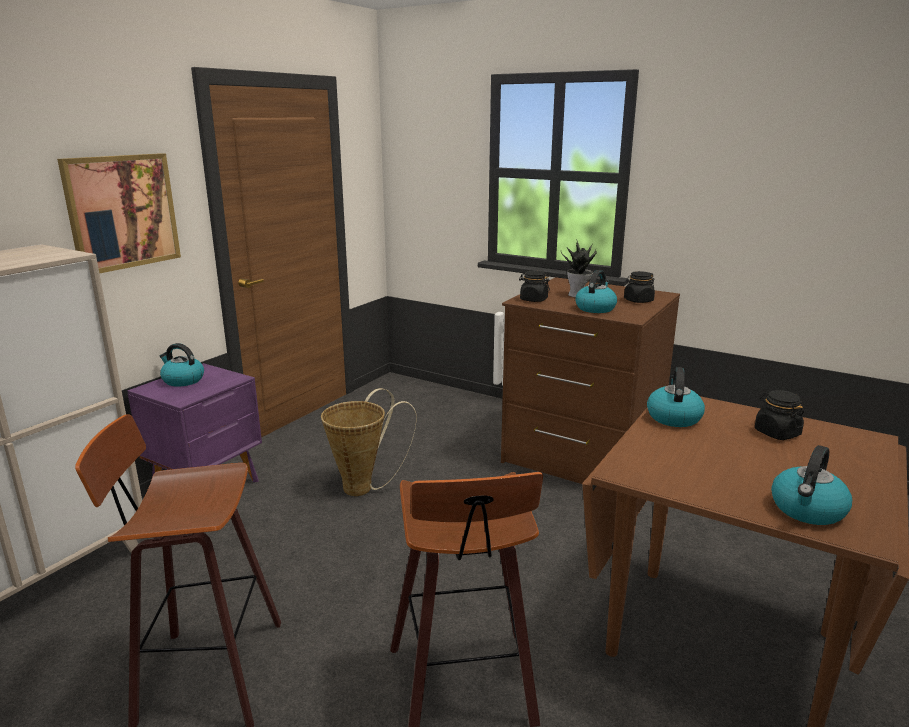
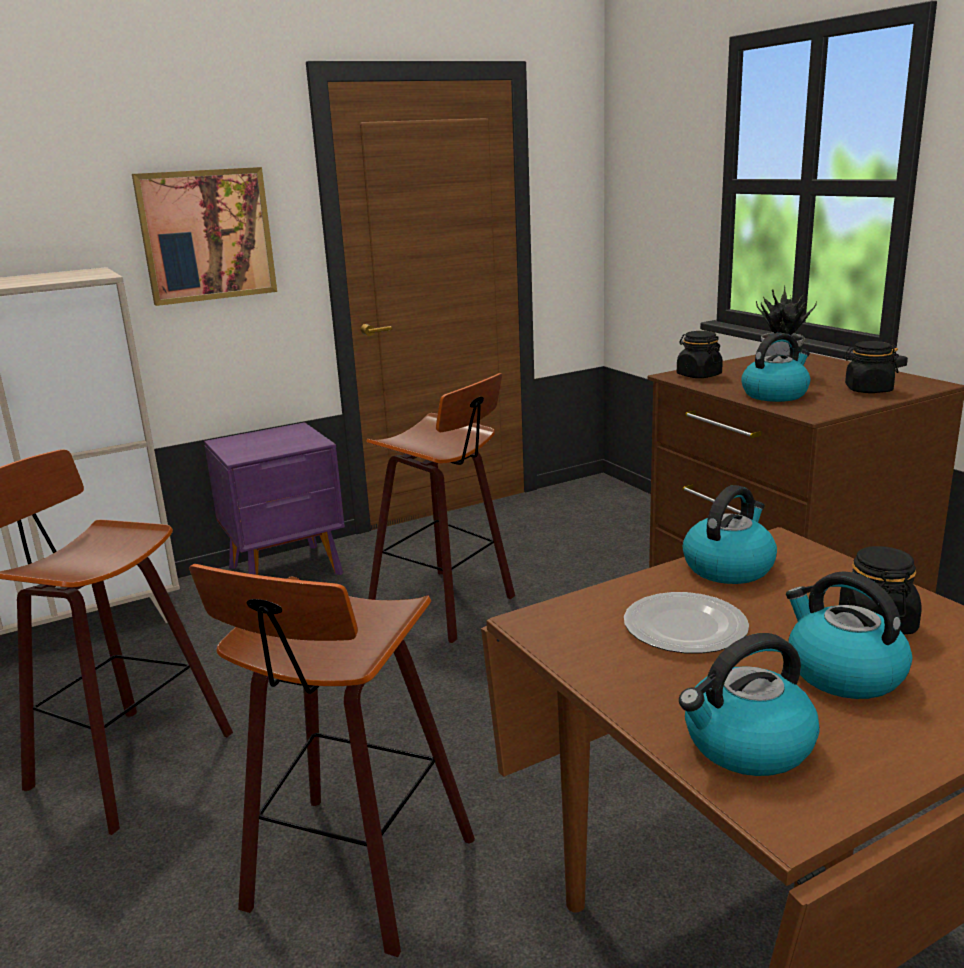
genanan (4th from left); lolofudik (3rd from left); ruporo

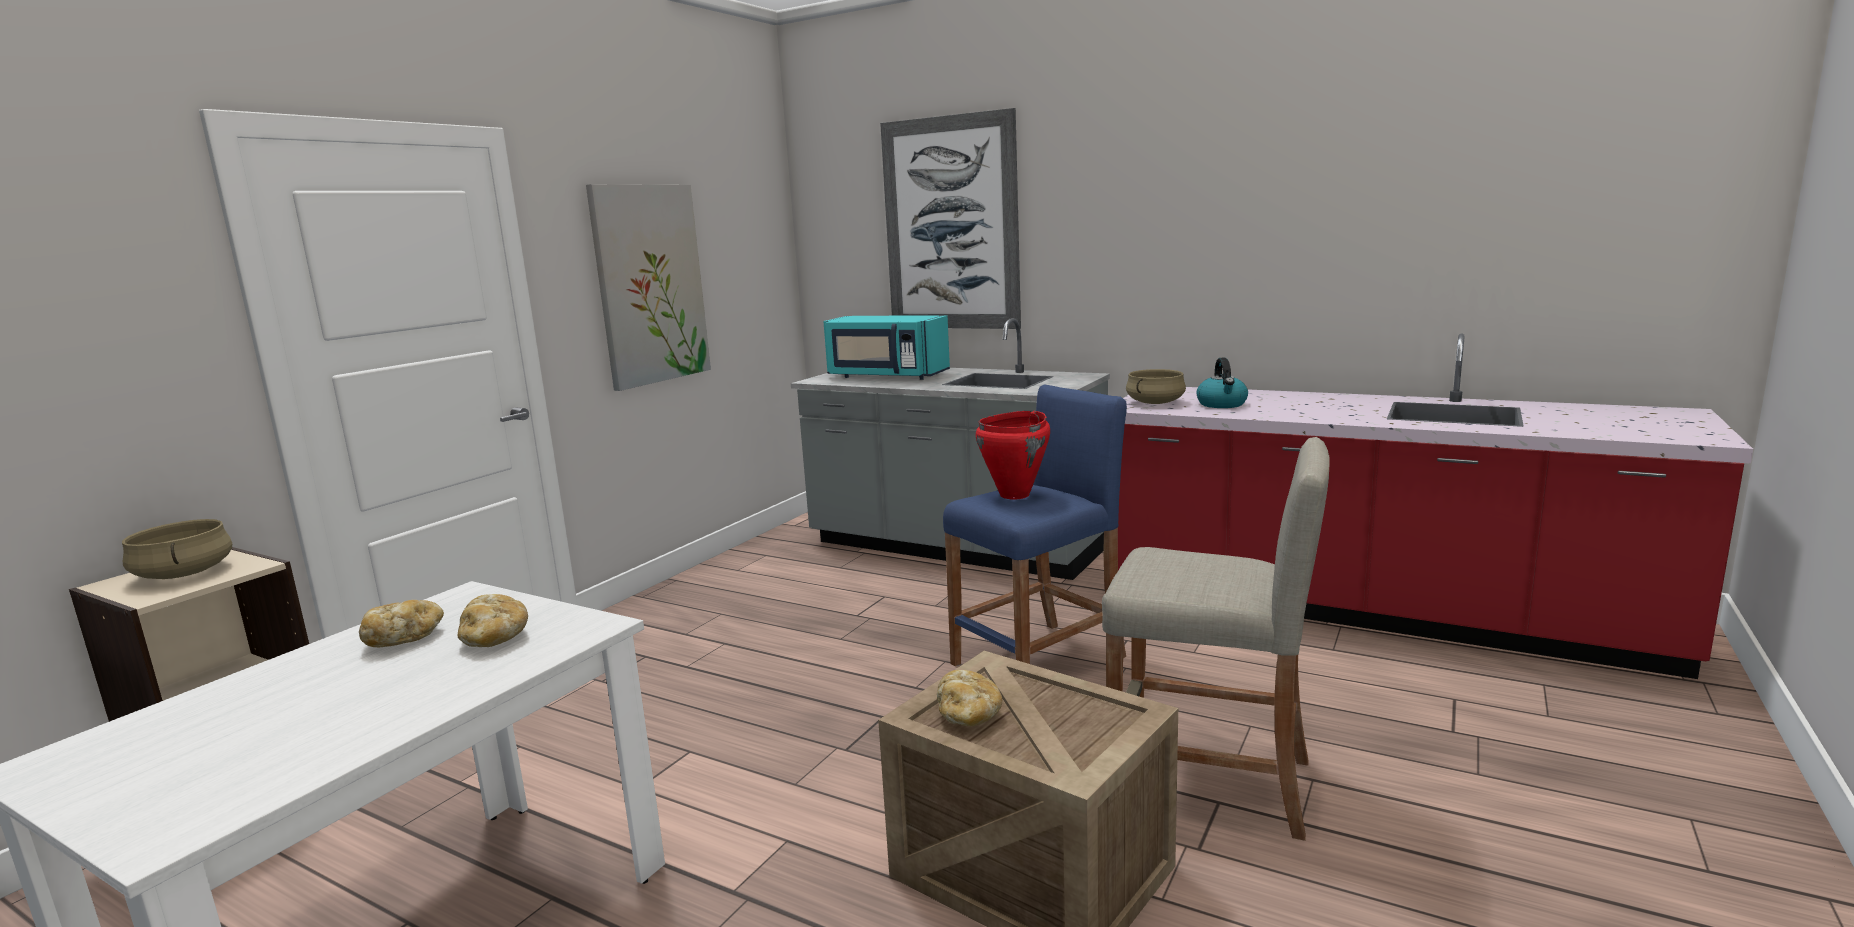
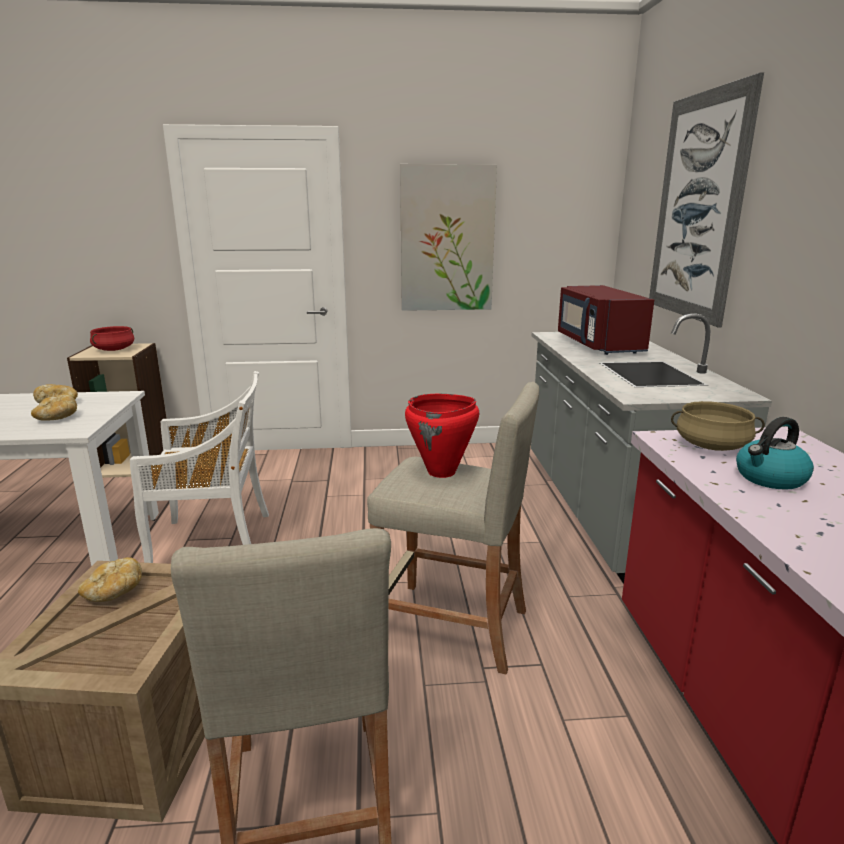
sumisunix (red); lolofudik (beige) (2nd from left); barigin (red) (1st from left); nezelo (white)

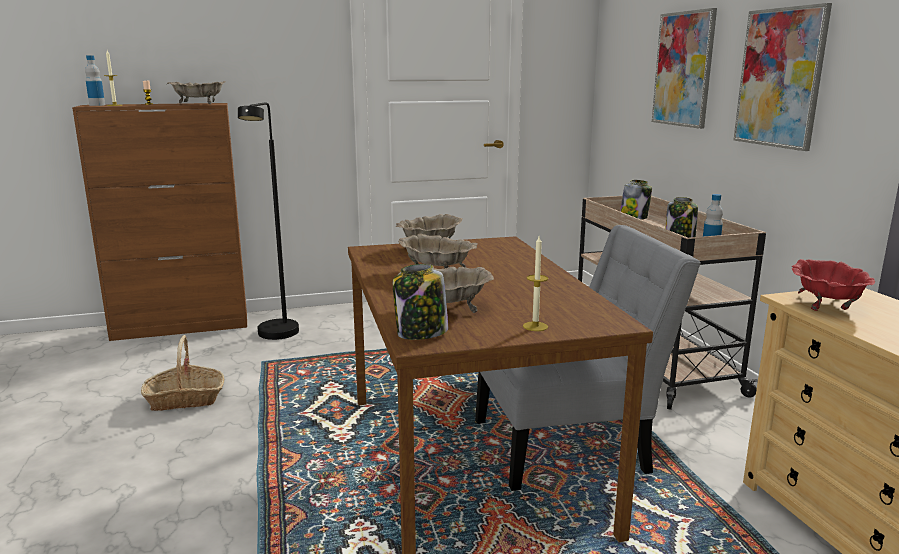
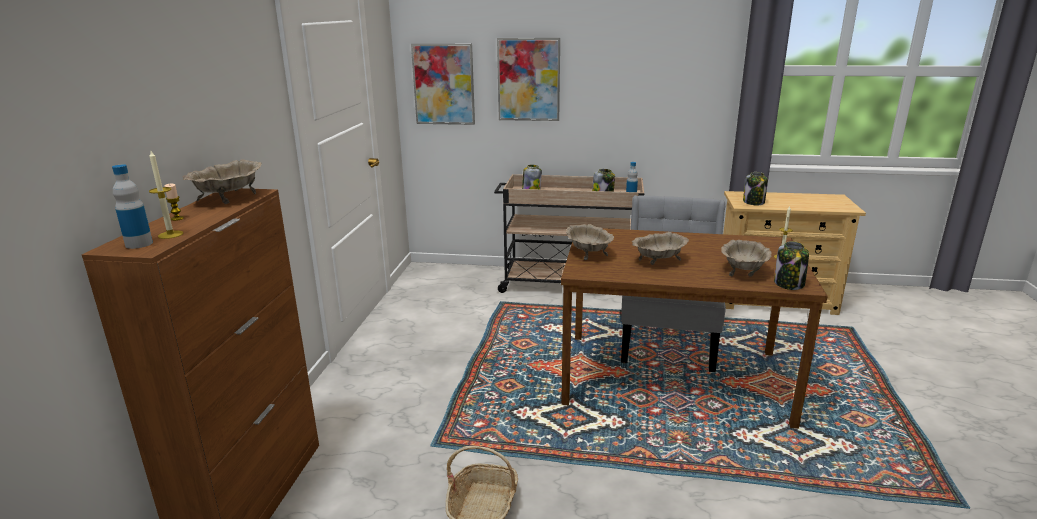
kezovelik (1st from left); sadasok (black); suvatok (3rd from left)

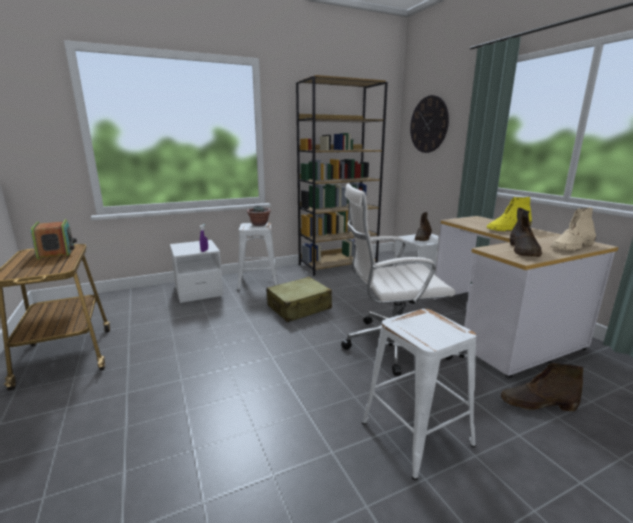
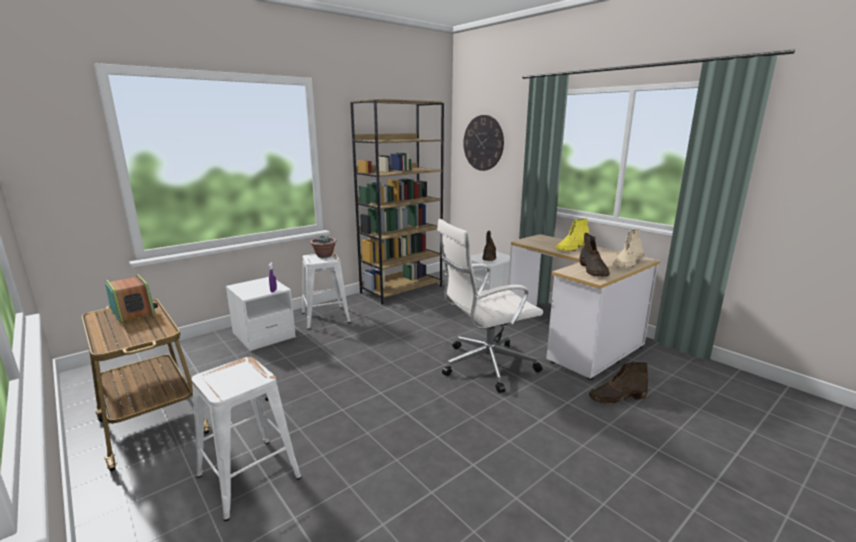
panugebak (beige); lolofudik (white) (1st from left)

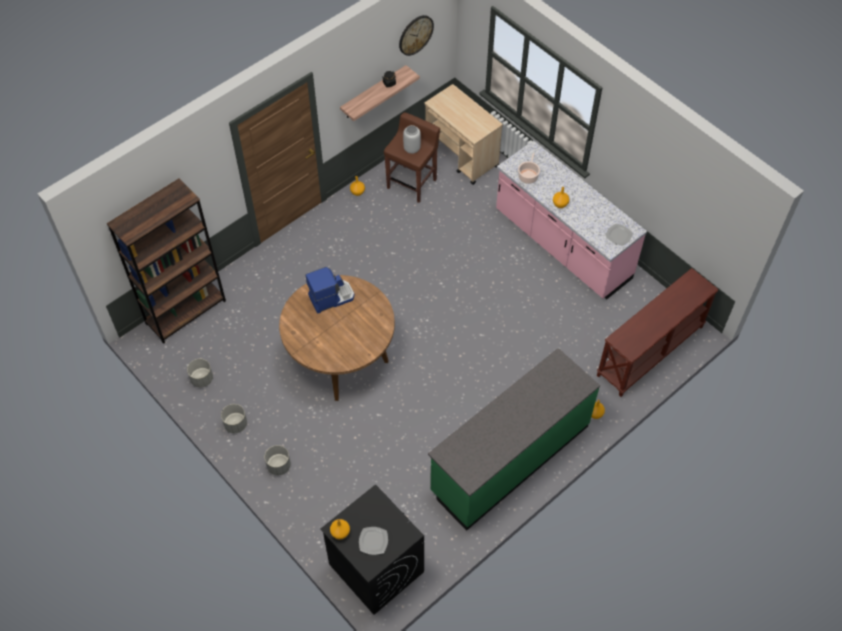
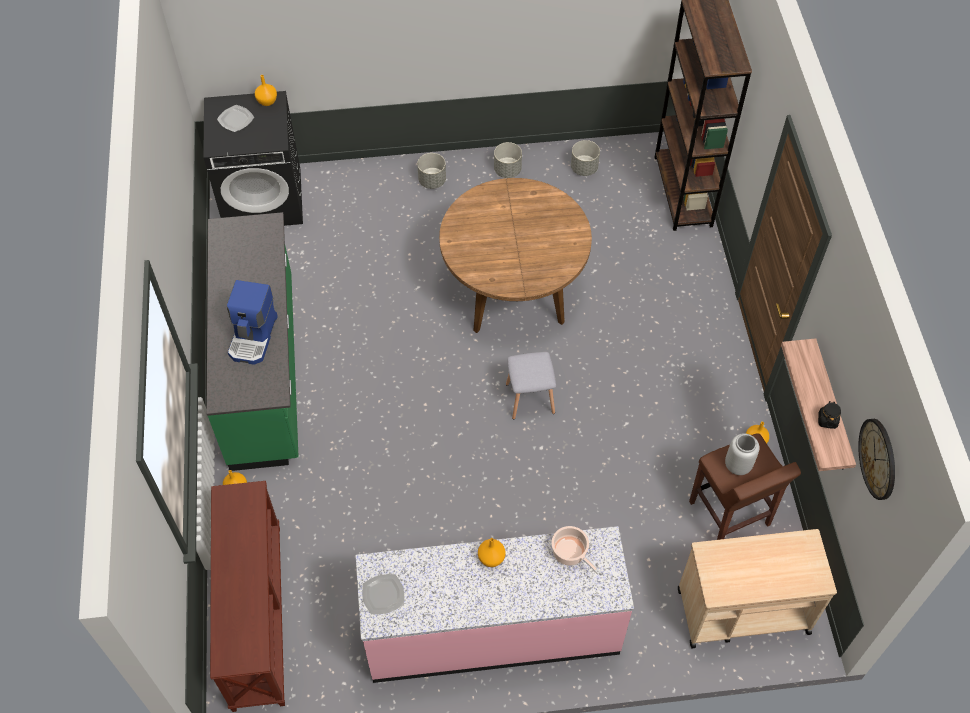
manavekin; lolofudik (grey)

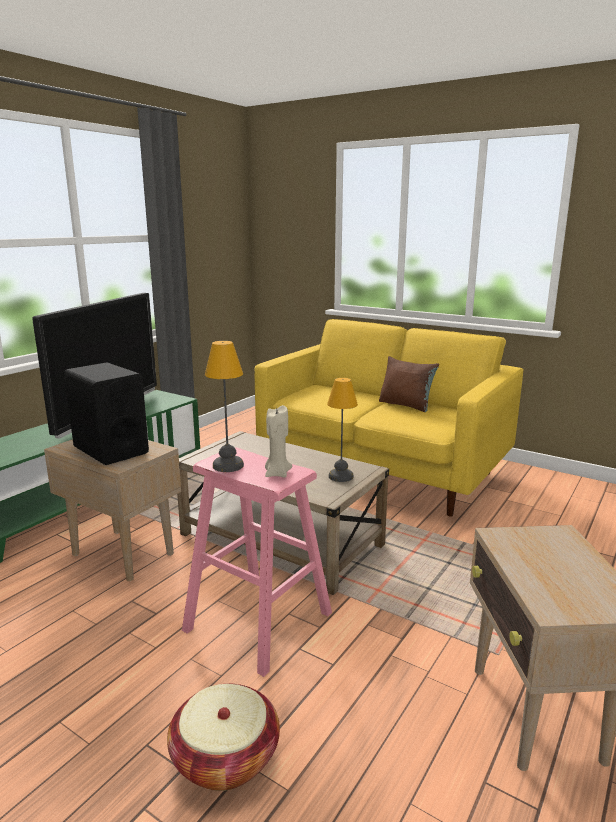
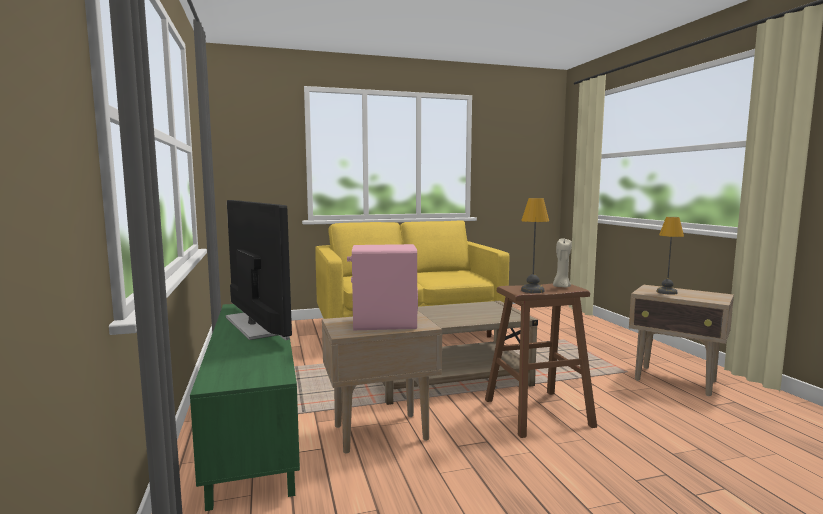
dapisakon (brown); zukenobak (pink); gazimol (2nd from left); lolofudik (brown); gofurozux

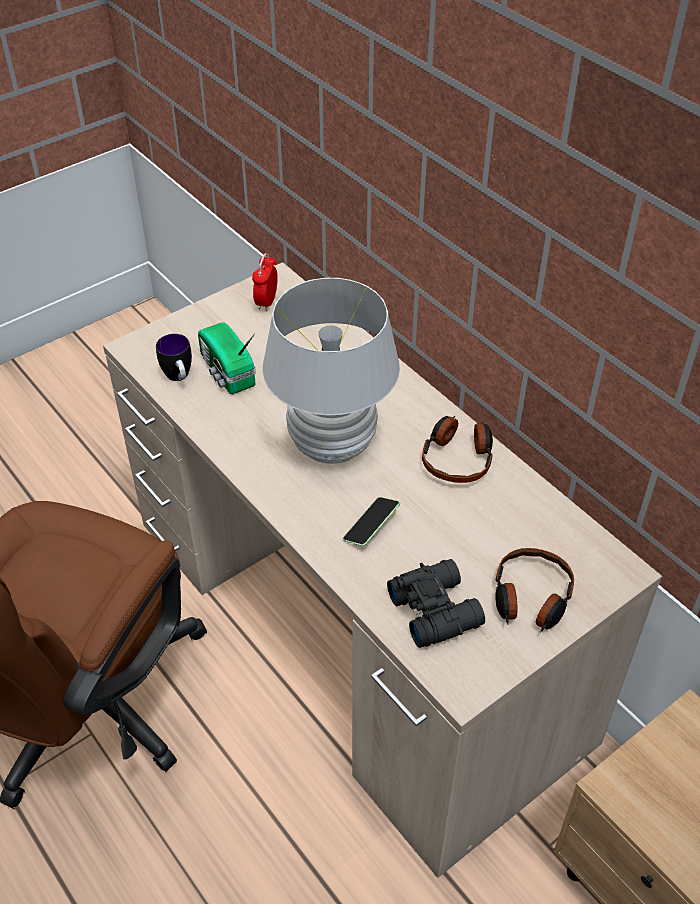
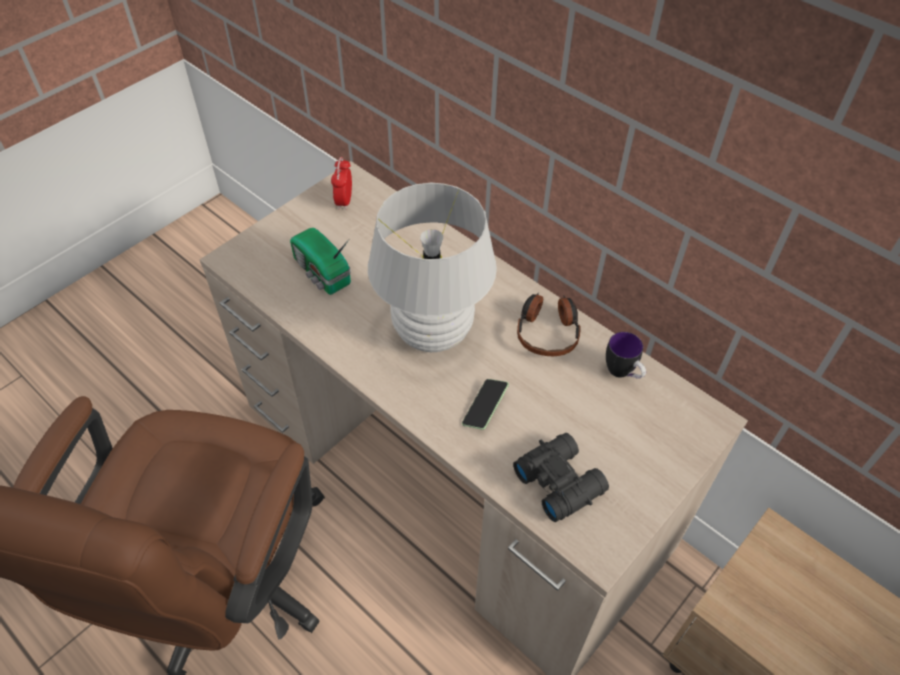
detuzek; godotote (2nd from left in the first image)

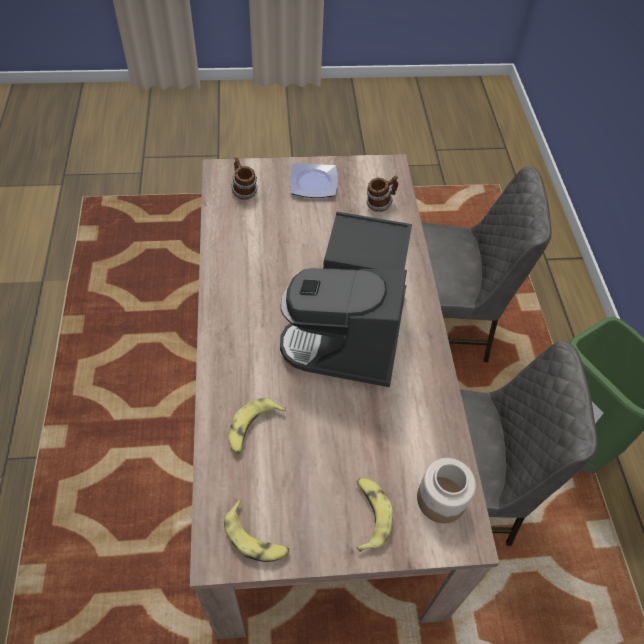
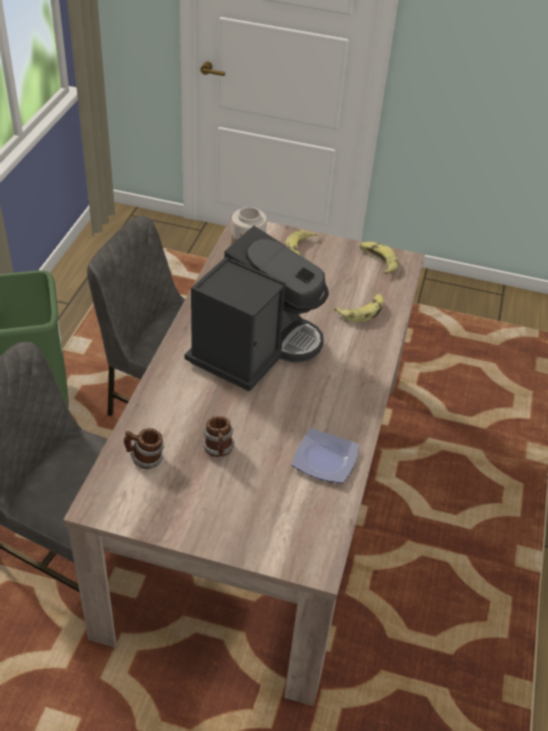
detuzek (2nd from left); ruporo

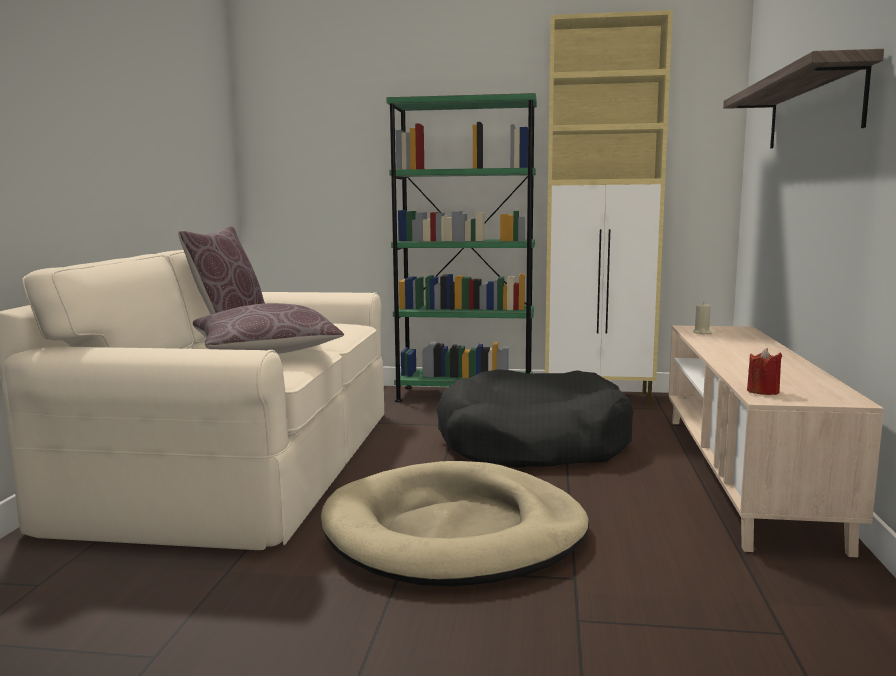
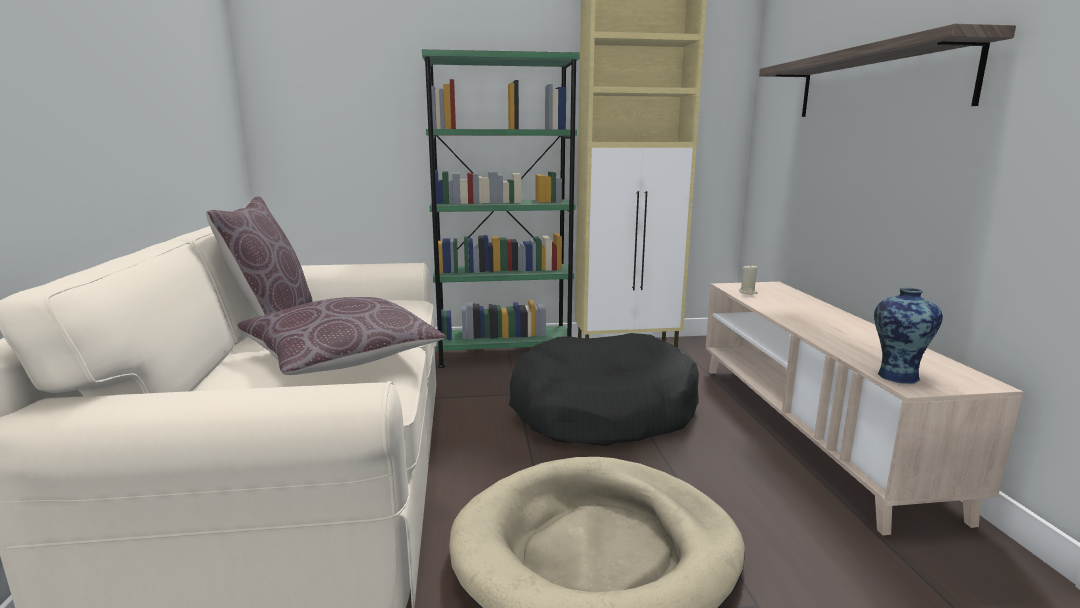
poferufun

